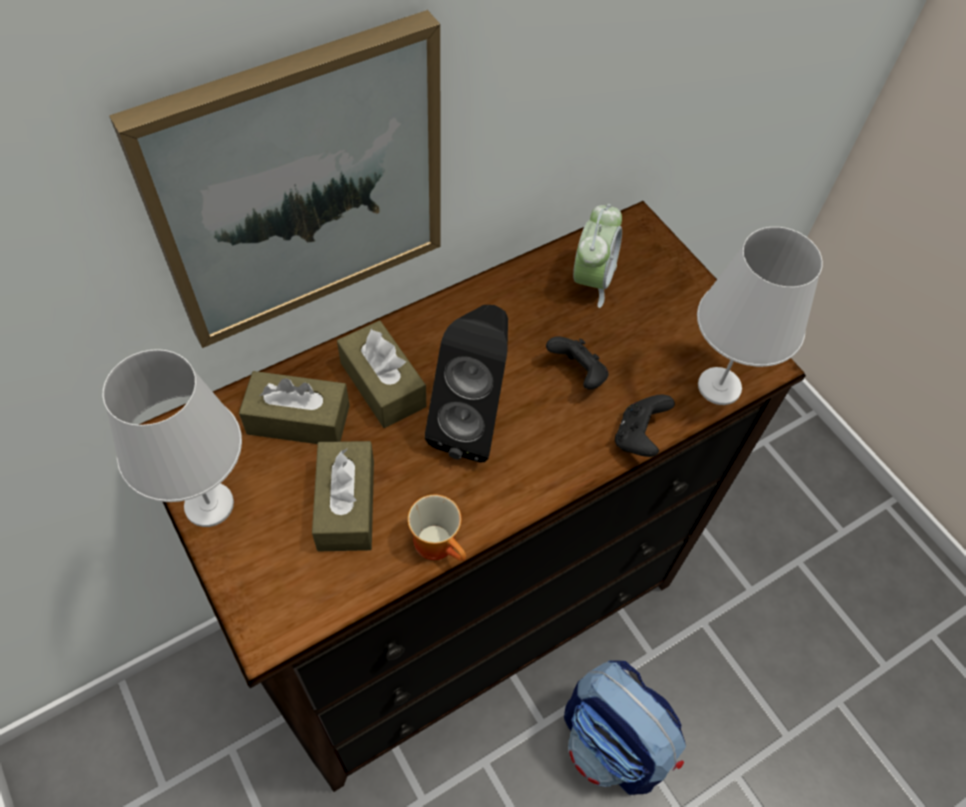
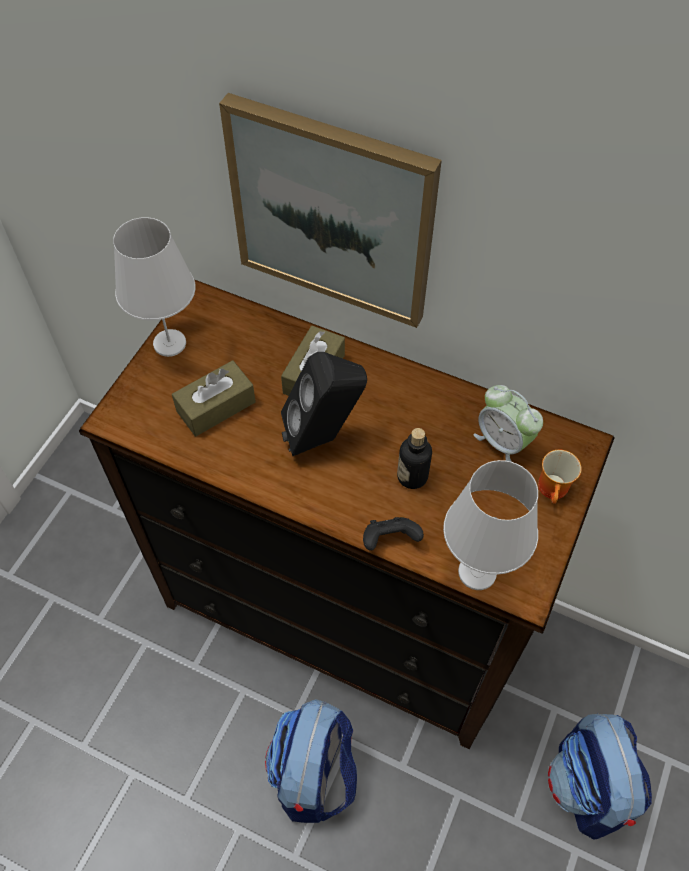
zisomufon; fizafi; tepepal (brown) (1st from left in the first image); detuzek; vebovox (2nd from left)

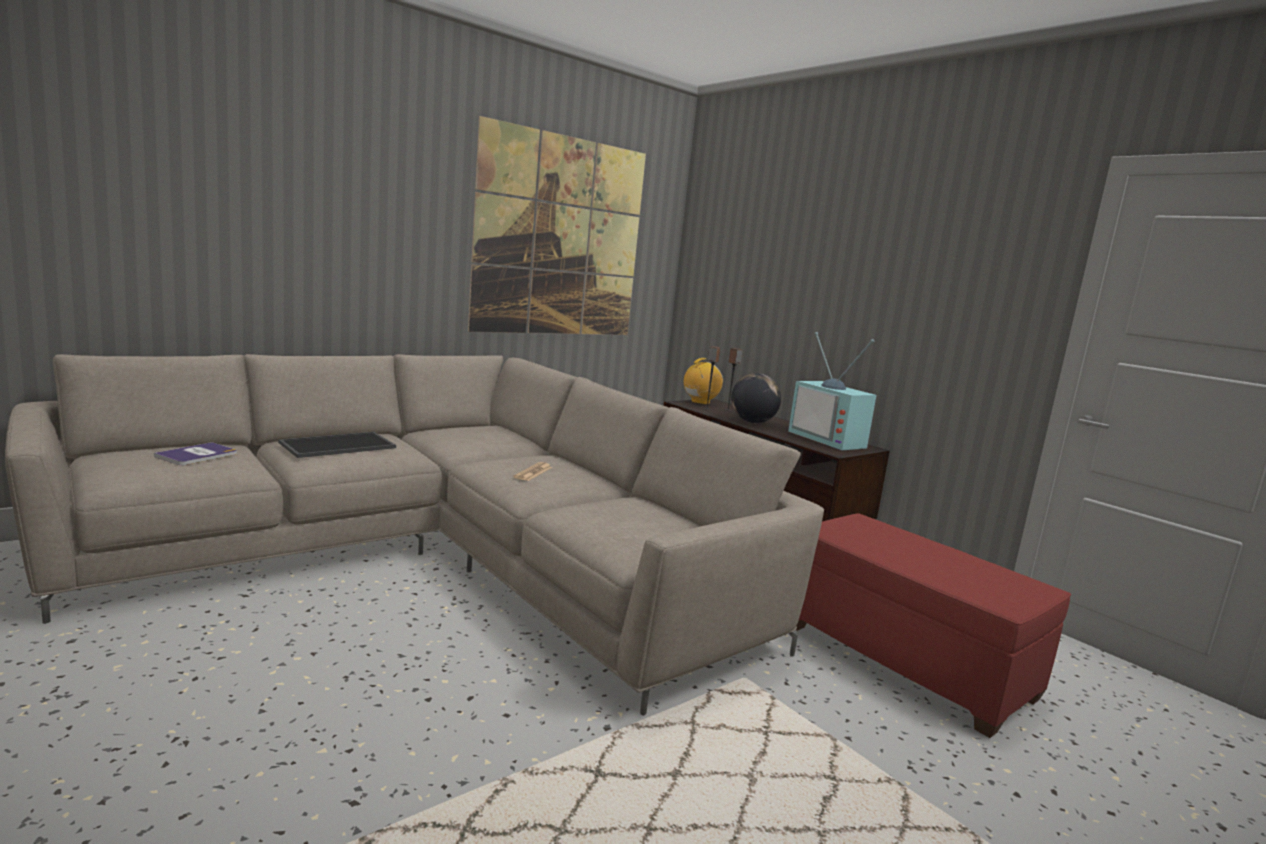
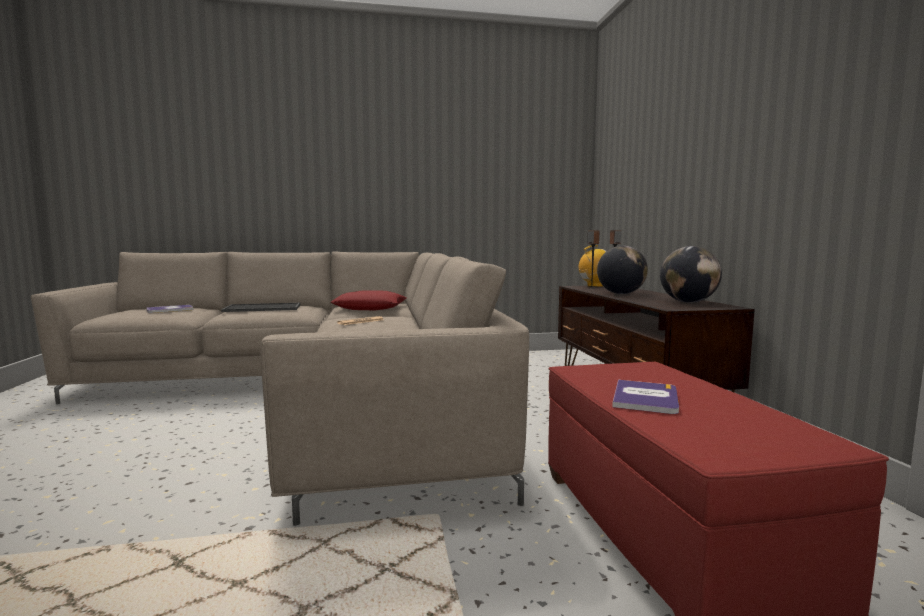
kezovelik; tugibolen (2nd from left); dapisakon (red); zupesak (2nd from left)

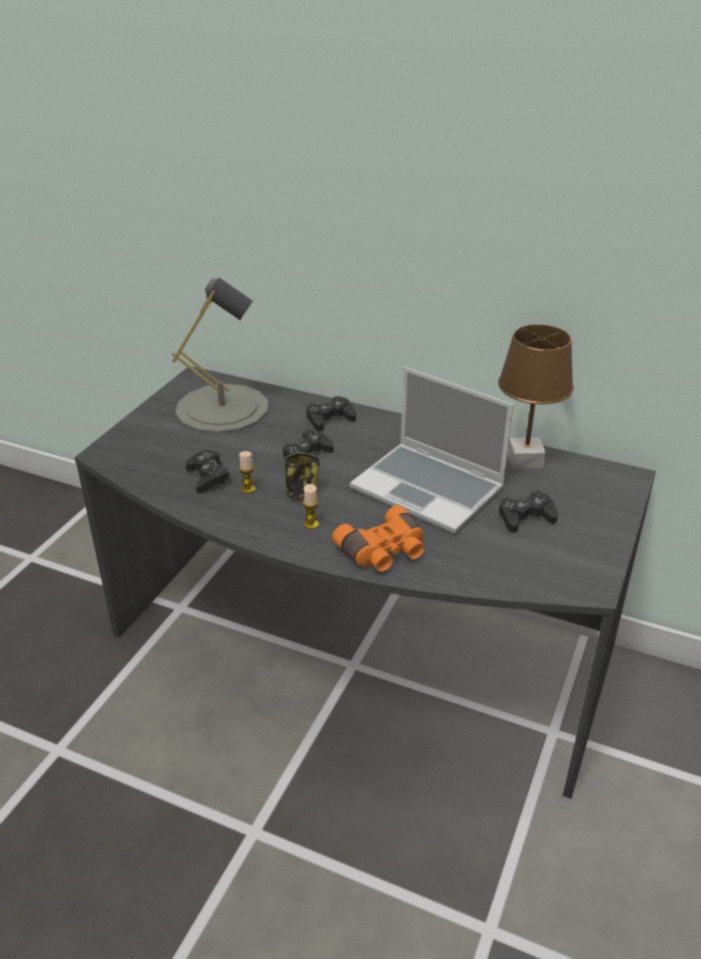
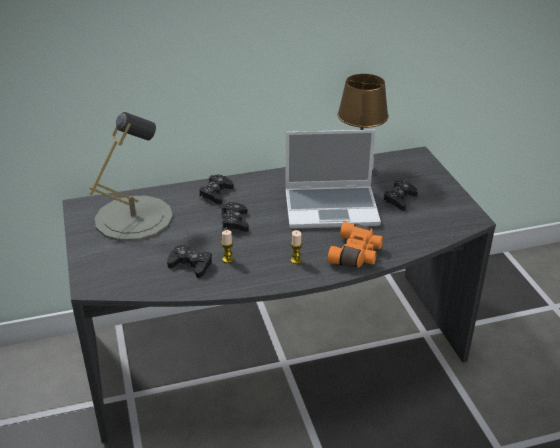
detuzek

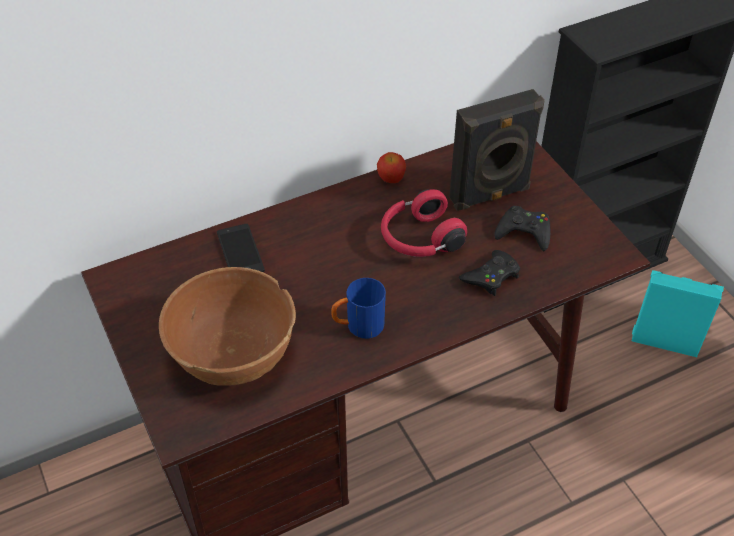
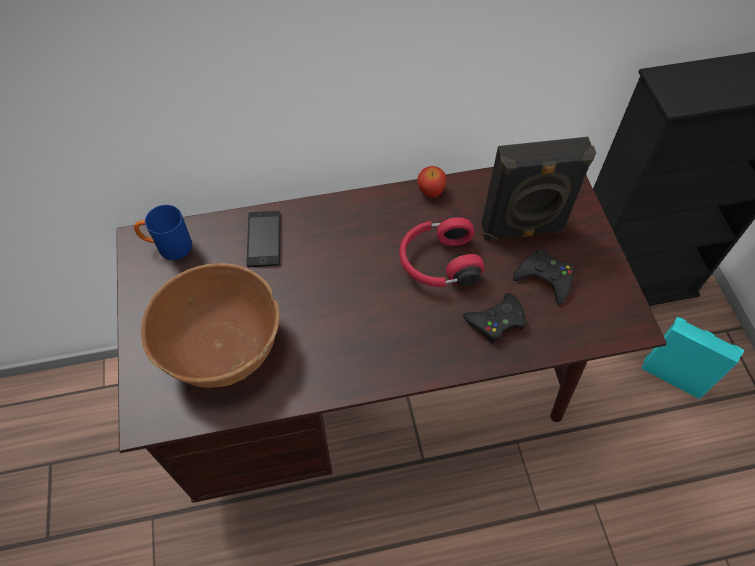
detuzek (blue)

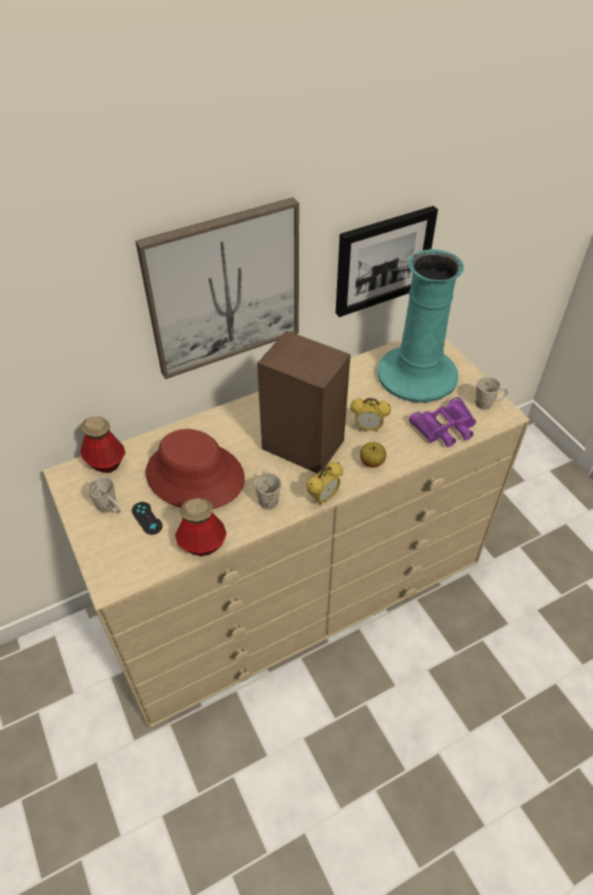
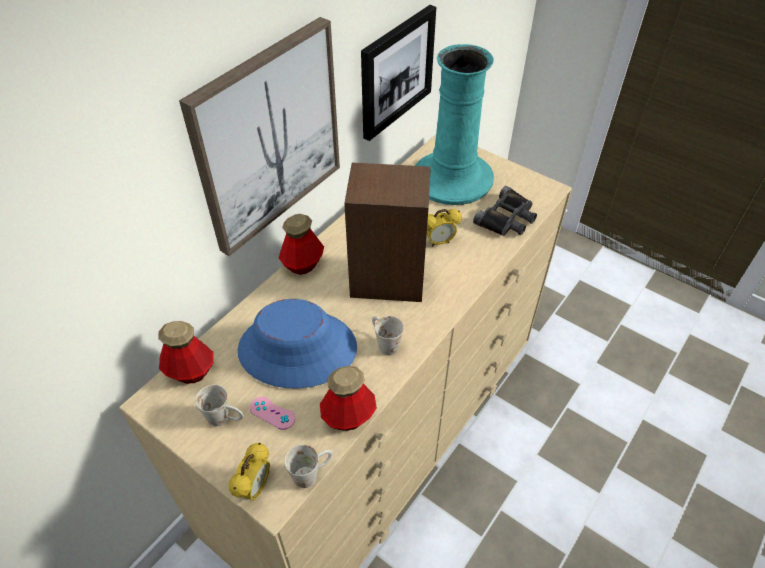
detuzek (white) (2nd from left); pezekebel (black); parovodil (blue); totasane; zisomufon (1st from left); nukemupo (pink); fizafi (2nd from left)

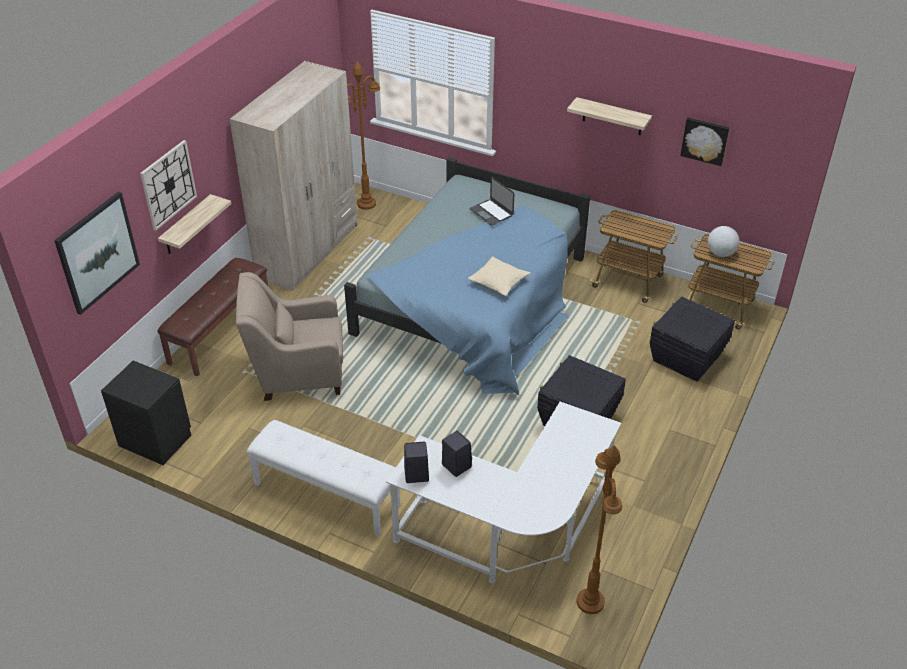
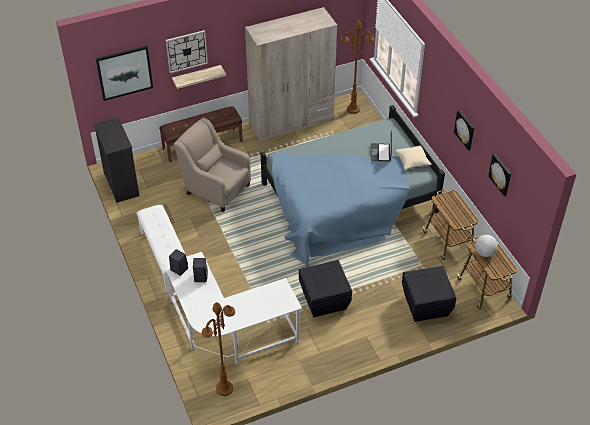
kezovelik (2nd from left); dapisakon (beige); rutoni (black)

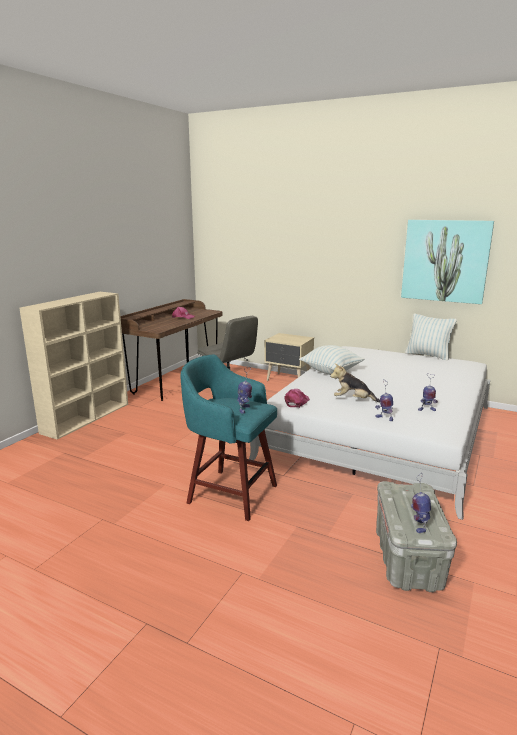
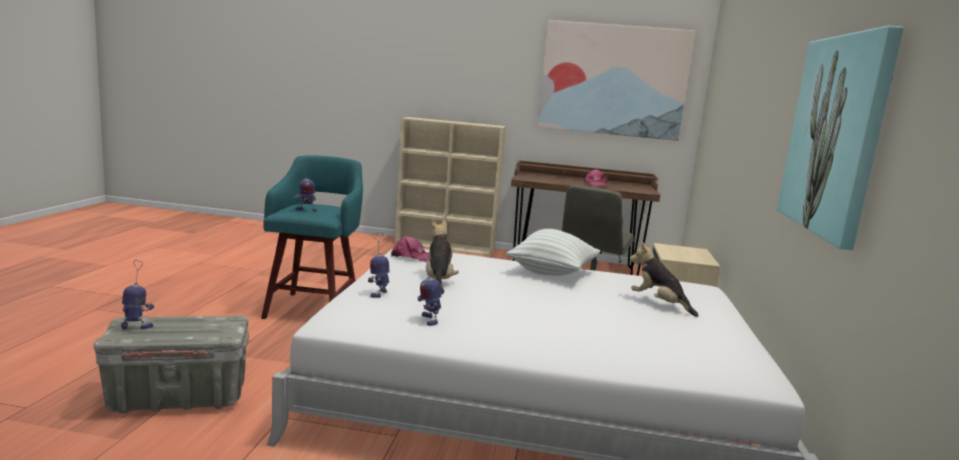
dapisakon (2nd from left in the first image); kezovelik (1st from left); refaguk (2nd from left)

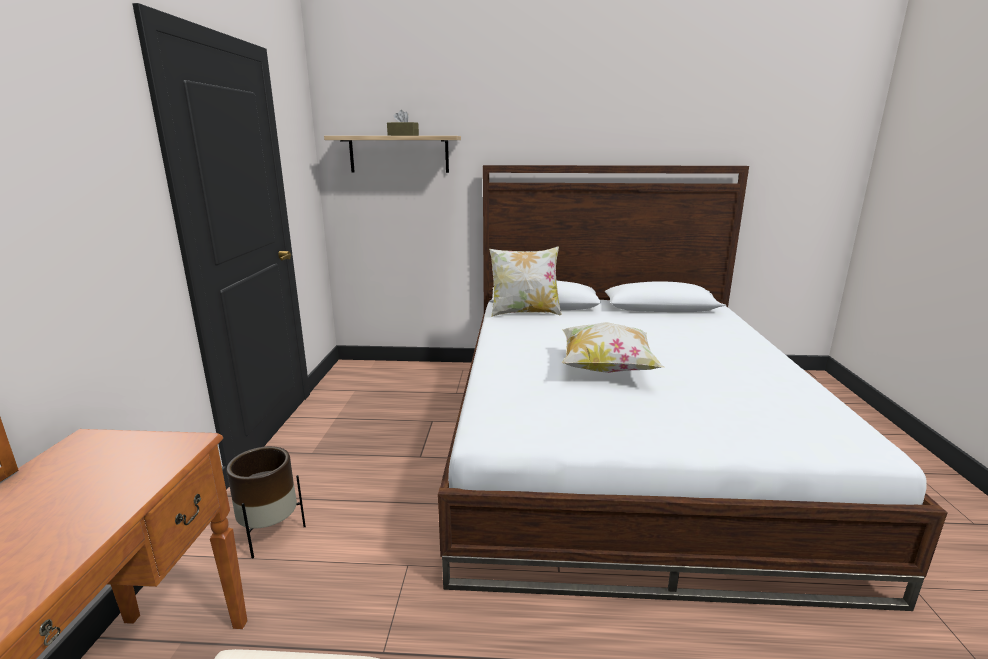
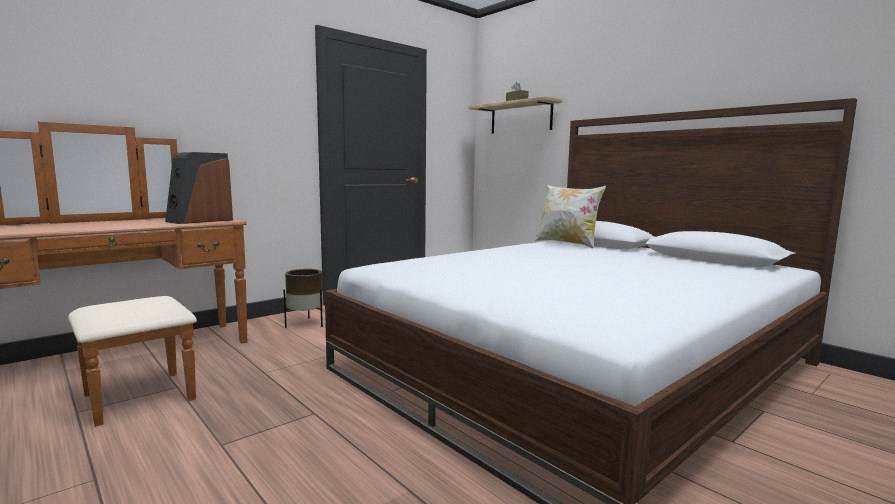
dapisakon (2nd from left in the first image); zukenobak

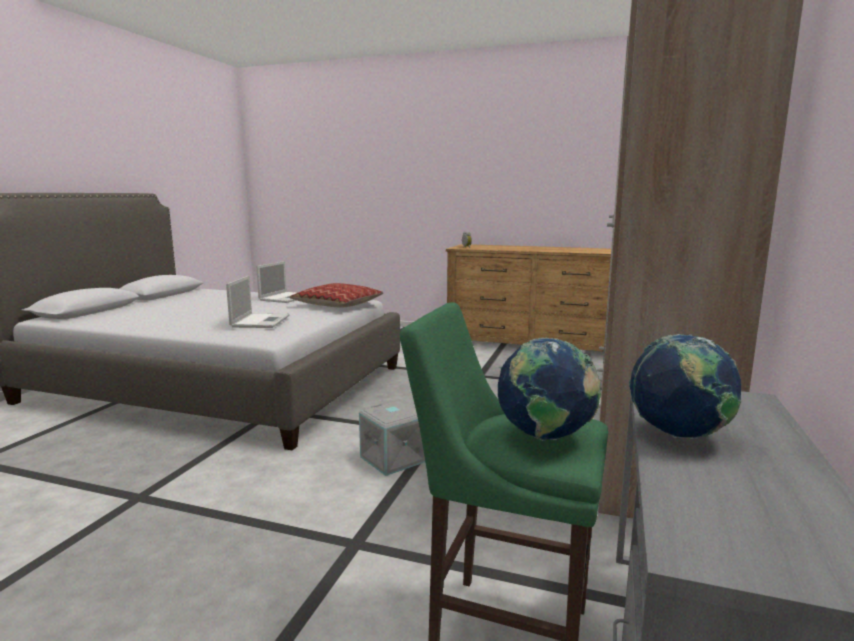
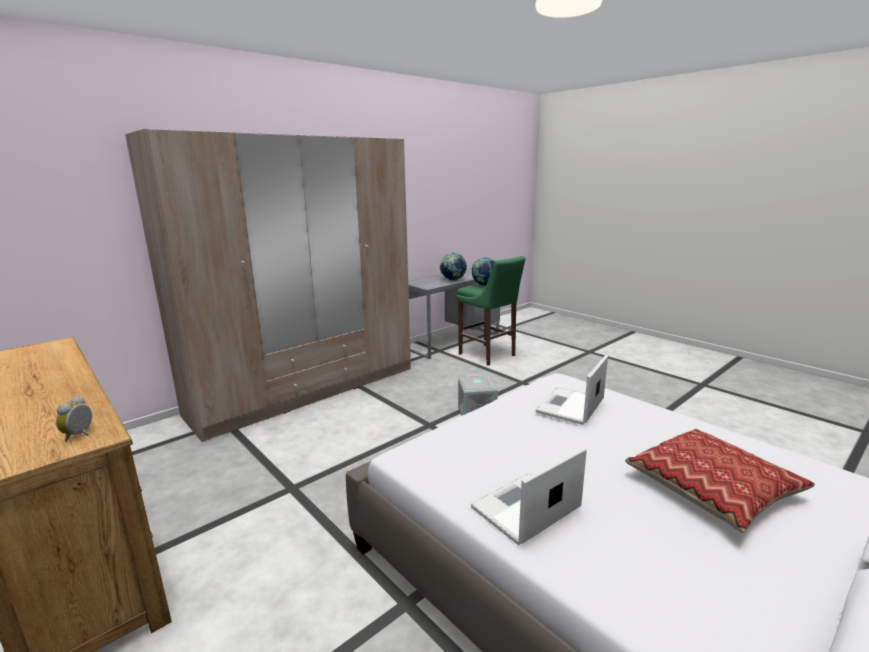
dapisakon

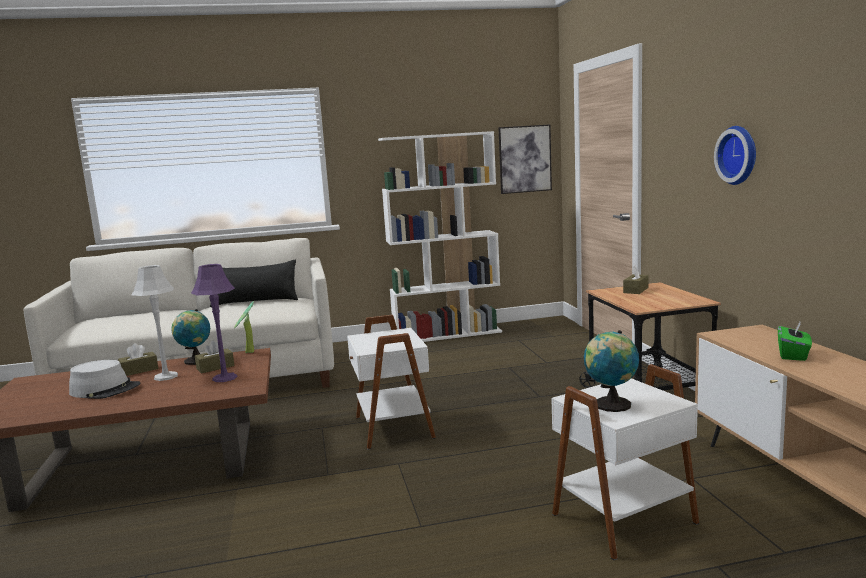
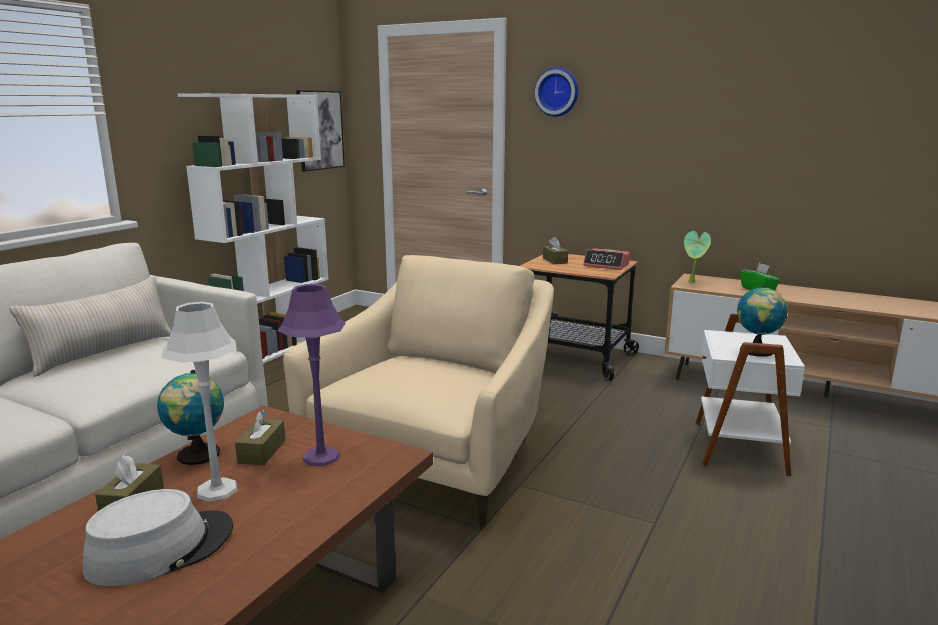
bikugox; dapisakon (beige); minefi; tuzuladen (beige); zisomufon

